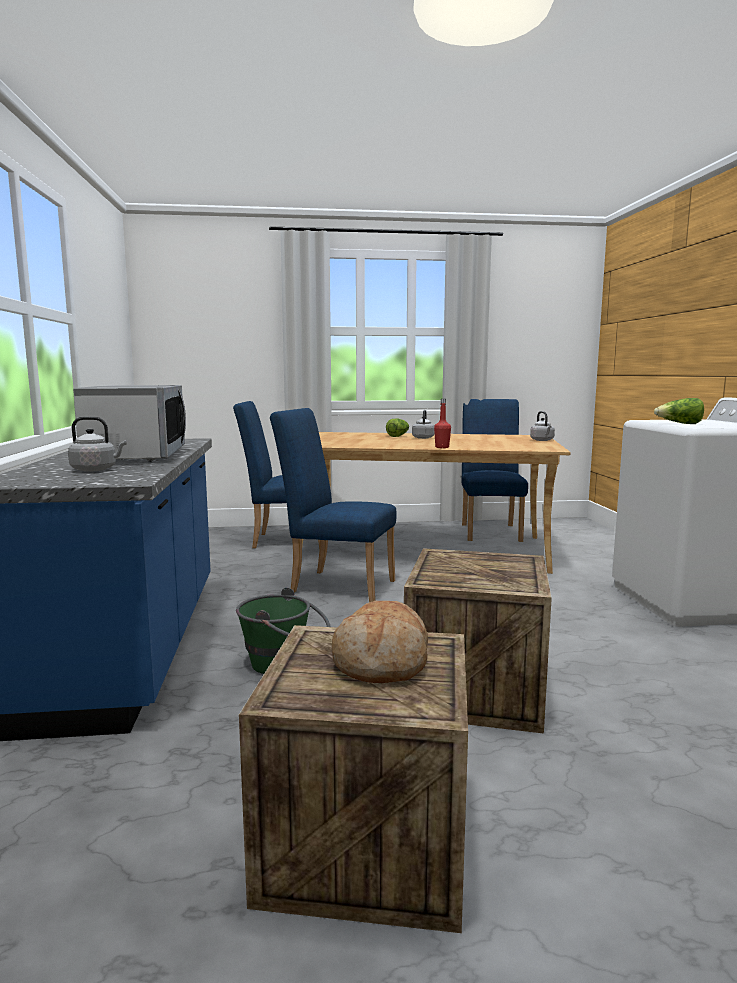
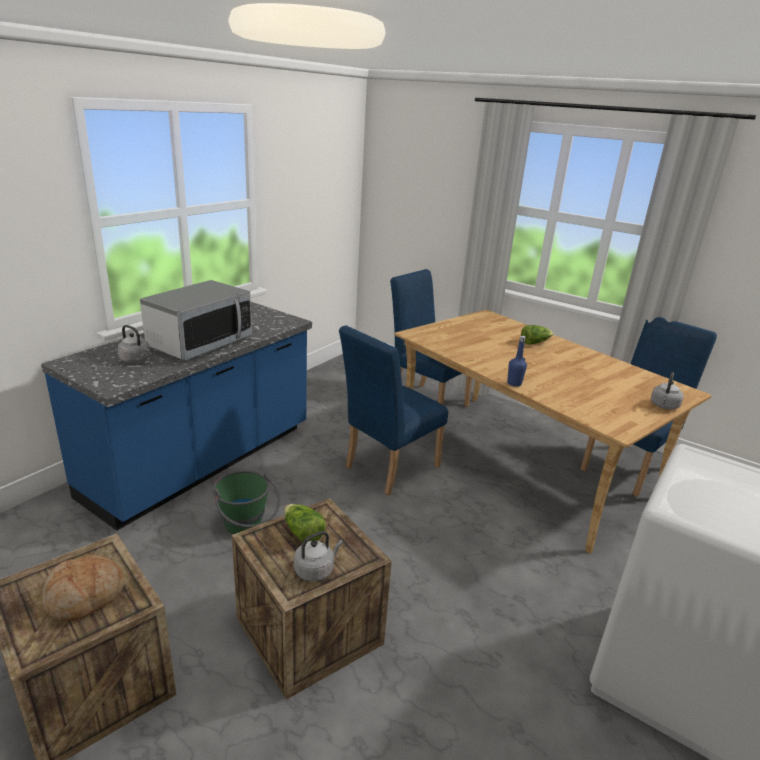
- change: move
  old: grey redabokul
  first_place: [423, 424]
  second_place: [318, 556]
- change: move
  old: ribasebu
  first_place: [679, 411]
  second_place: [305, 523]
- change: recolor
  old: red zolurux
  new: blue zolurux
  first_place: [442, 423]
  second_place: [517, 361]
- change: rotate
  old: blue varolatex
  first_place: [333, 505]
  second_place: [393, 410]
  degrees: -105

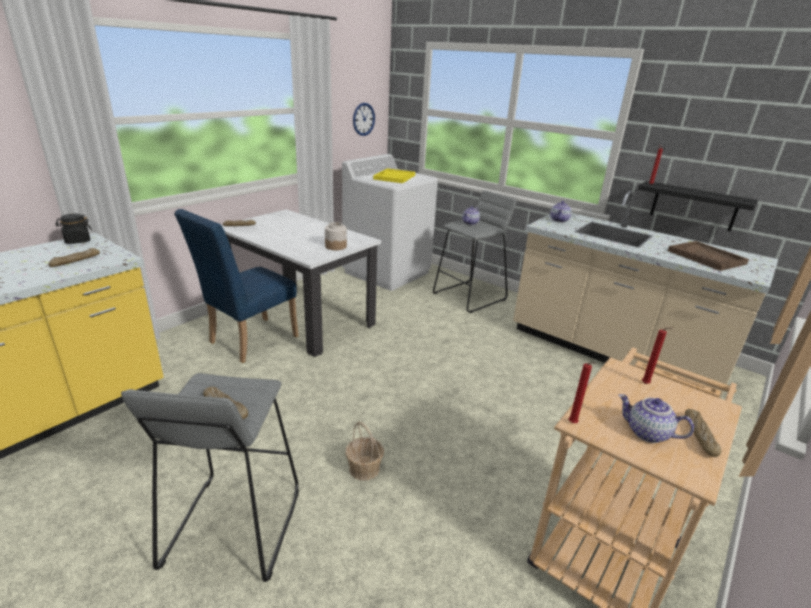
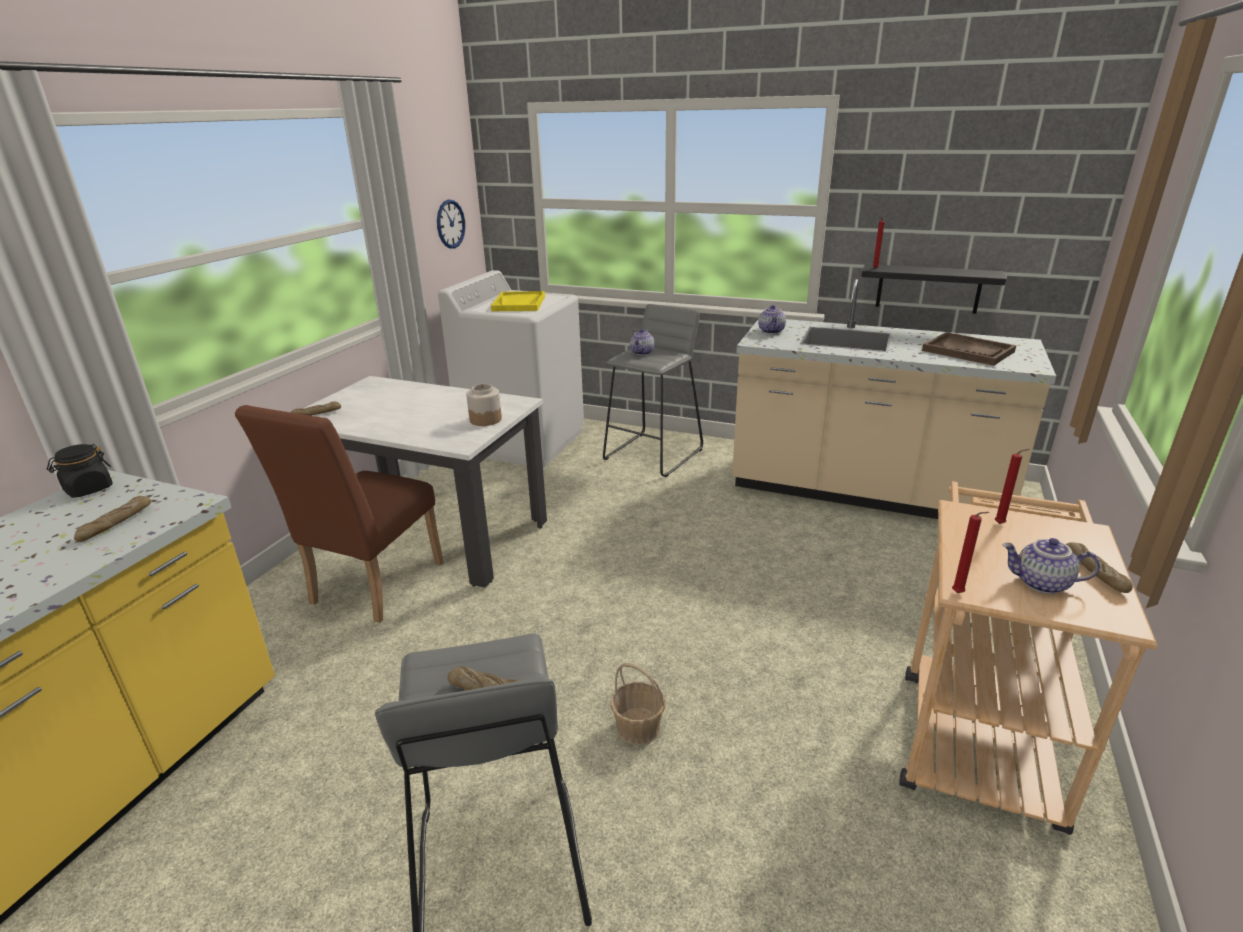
- change: recolor
  old: blue varolatex
  new: brown varolatex
  first_place: [236, 286]
  second_place: [339, 514]

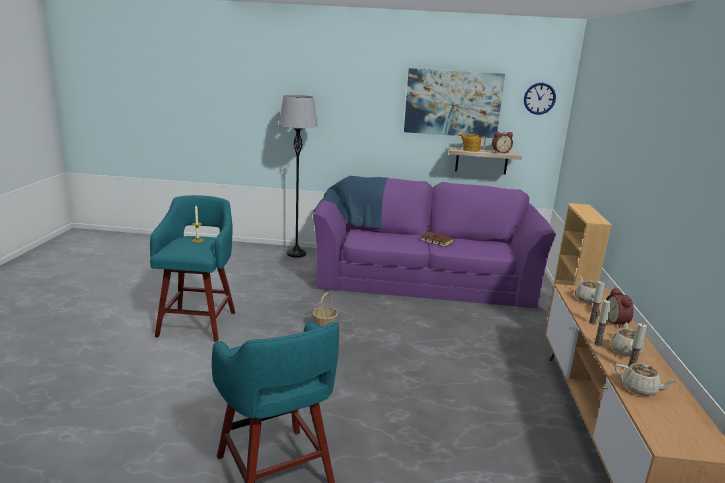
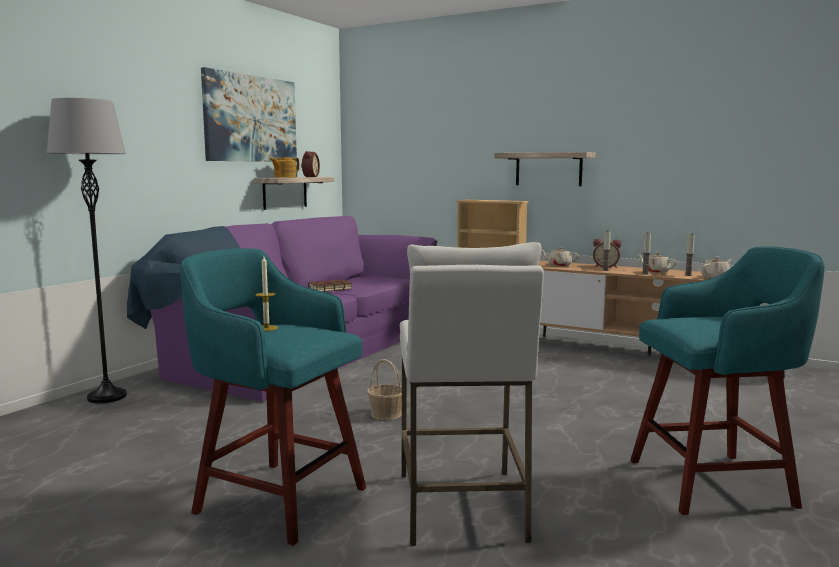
- change: delete
  old: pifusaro
  first_place: [540, 99]
- change: insert
  new: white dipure
  second_place: [472, 394]
- change: insert
  new: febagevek
  second_place: [544, 169]

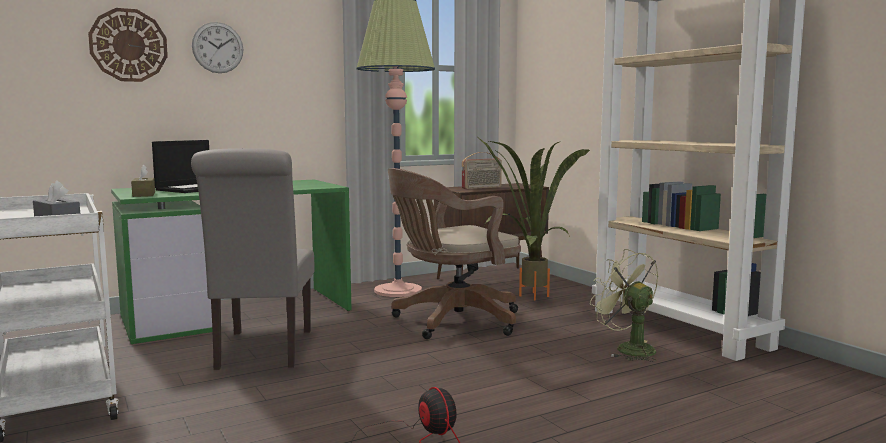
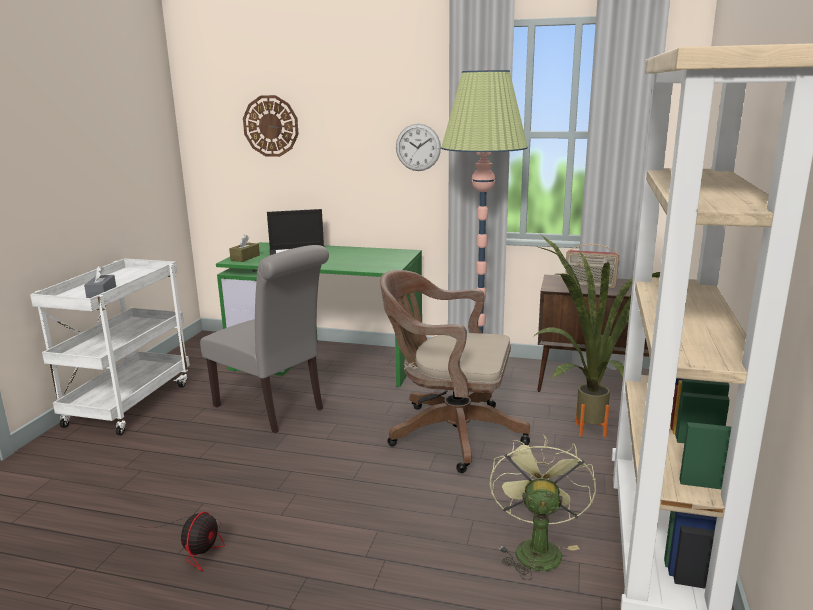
- change: move
  old: pifusaro
  first_place: [217, 47]
  second_place: [418, 147]
- change: rotate
  old: grey varolatex
  first_place: [253, 259]
  second_place: [264, 339]
  degrees: -90

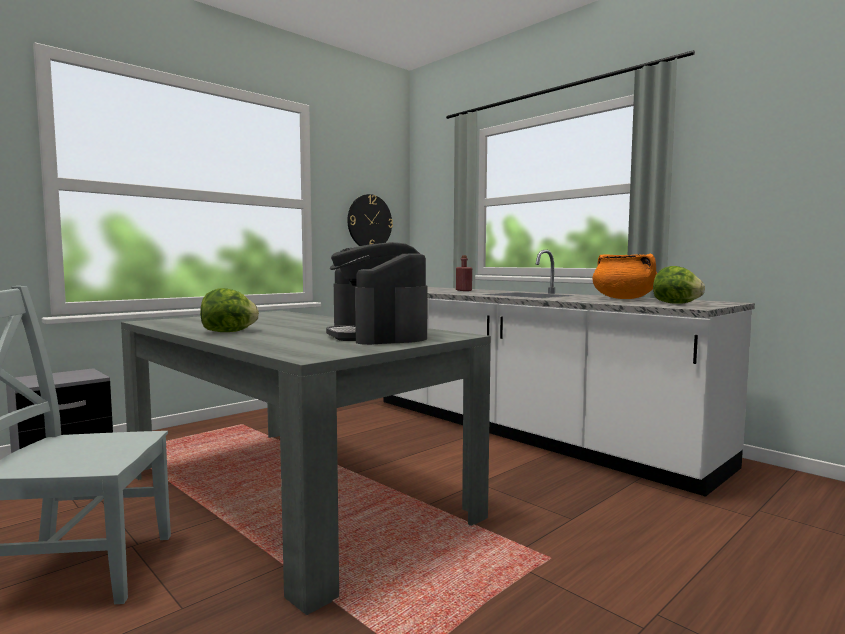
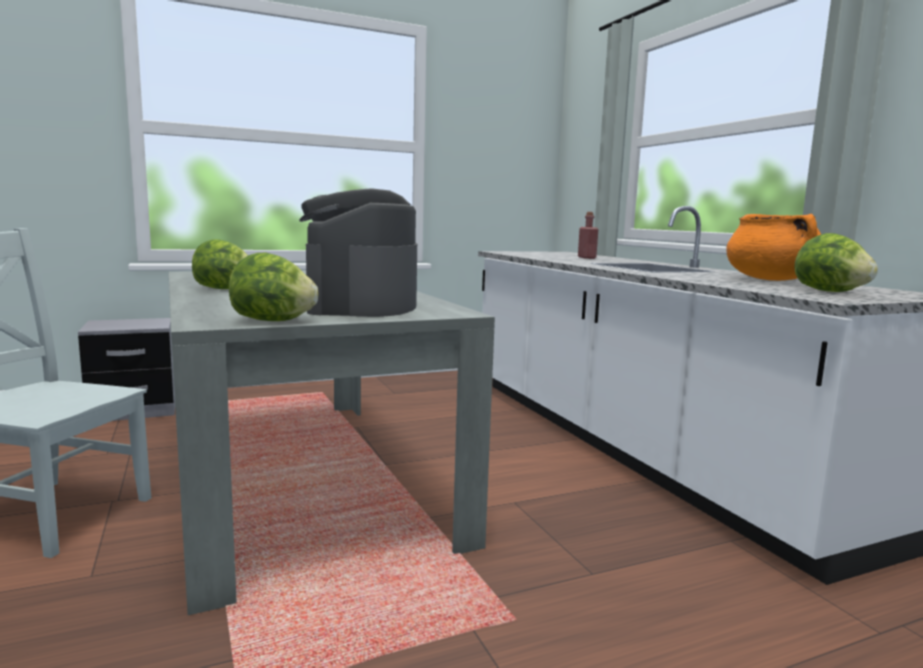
- change: delete
  old: pifusaro
  first_place: [370, 220]
- change: insert
  new: ribasebu
  second_place: [273, 287]

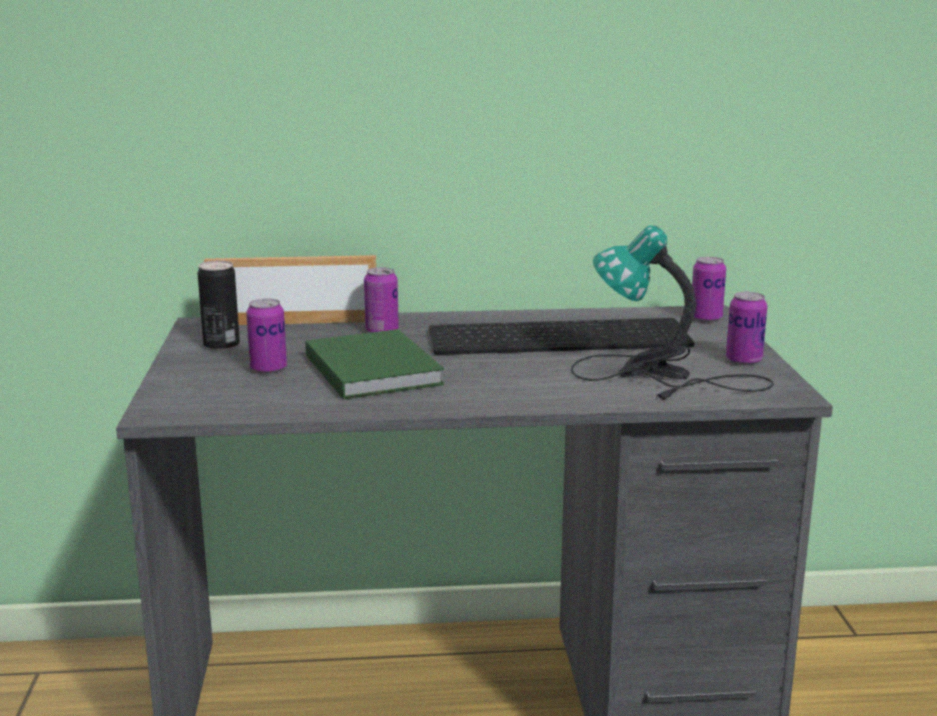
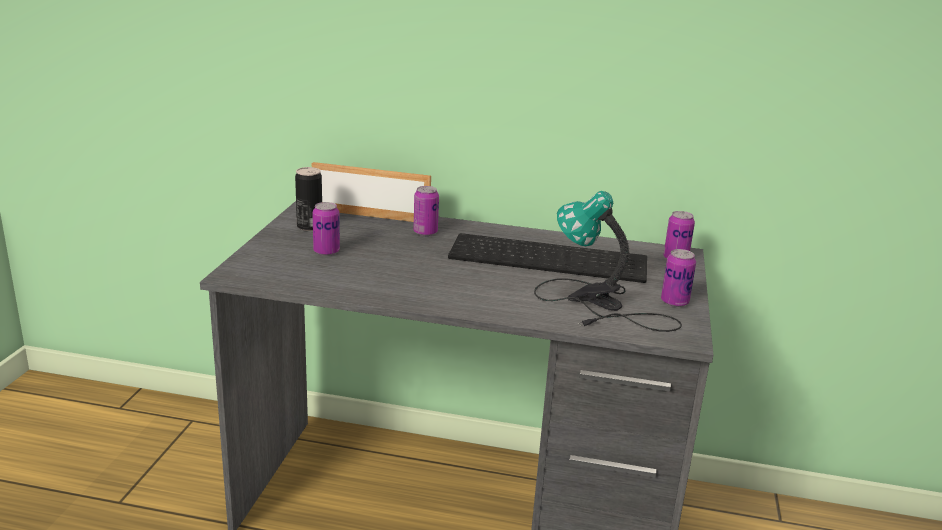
- change: delete
  old: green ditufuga
  first_place: [374, 364]

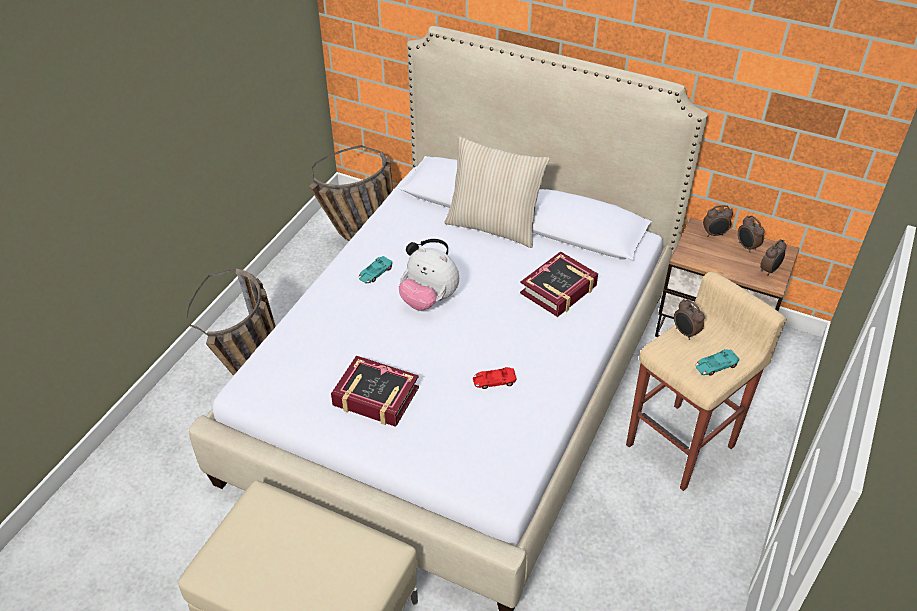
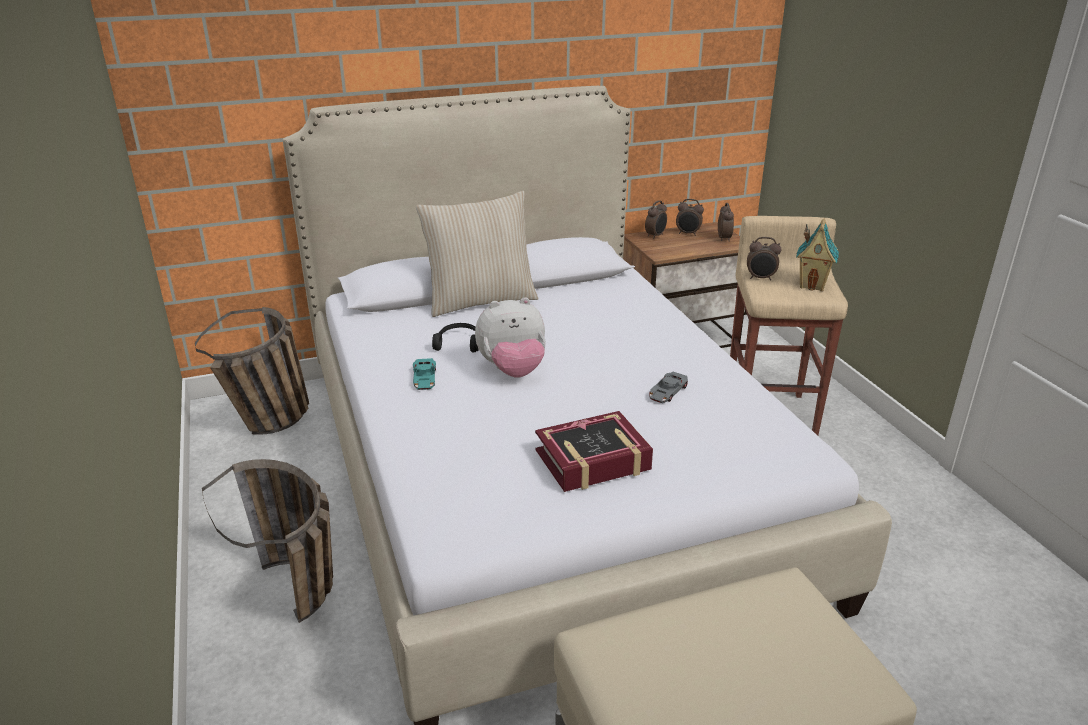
- change: delete
  old: ditufuga
  first_place: [559, 284]
- change: replace
  old: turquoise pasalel
  new: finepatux
  first_place: [717, 362]
  second_place: [817, 255]
- change: recolor
  old: red pasalel
  new: grey pasalel
  first_place: [495, 378]
  second_place: [668, 387]

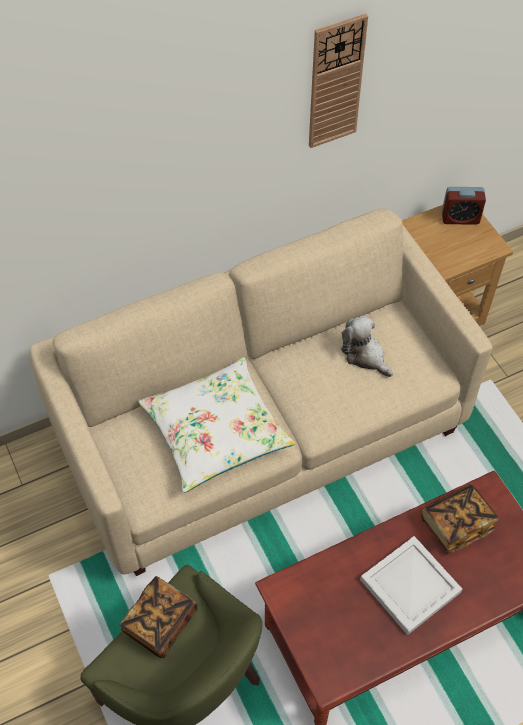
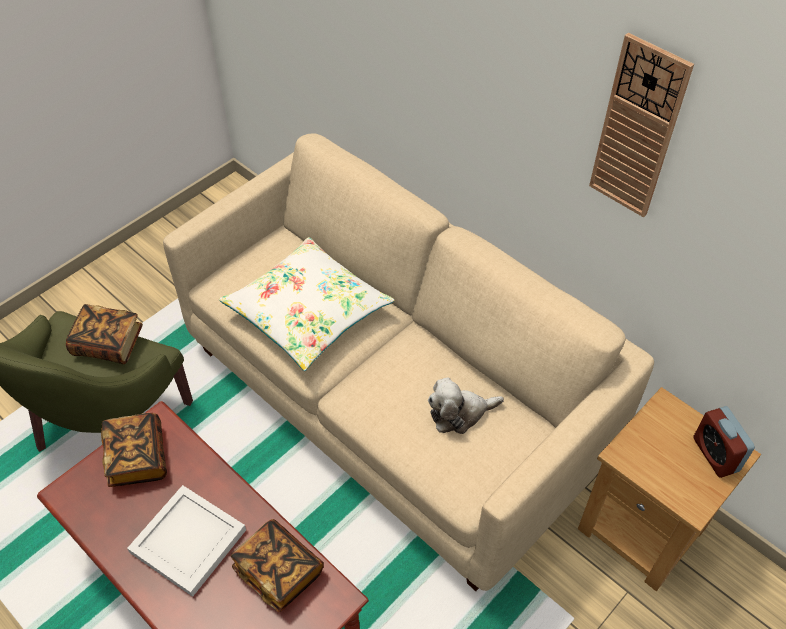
- change: insert
  new: ditufuga
  second_place: [134, 450]
- change: rotate
  old: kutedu
  first_place: [367, 346]
  second_place: [466, 405]
  degrees: -135

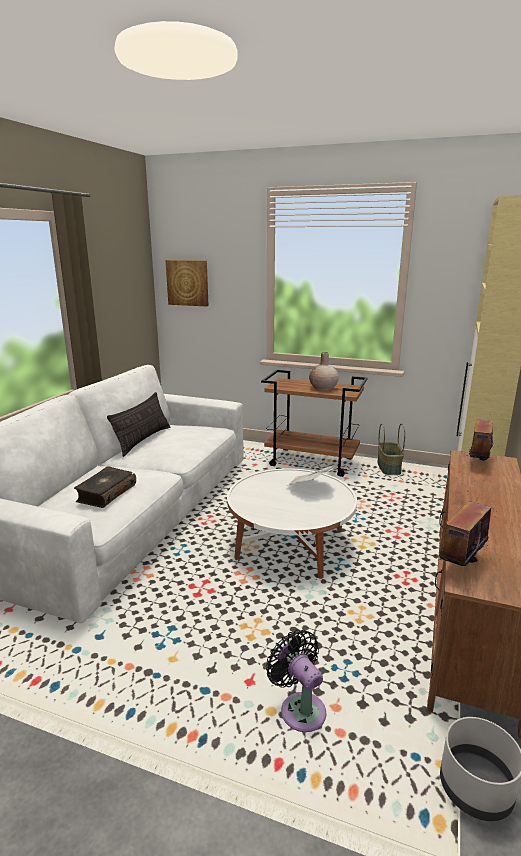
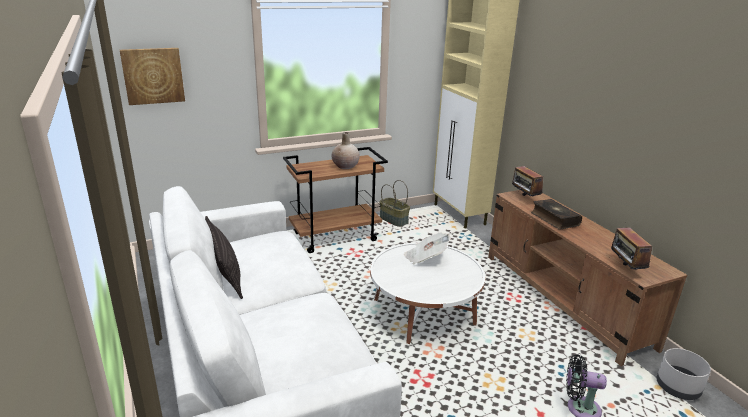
- change: move
  old: ditufuga
  first_place: [105, 487]
  second_place: [556, 214]

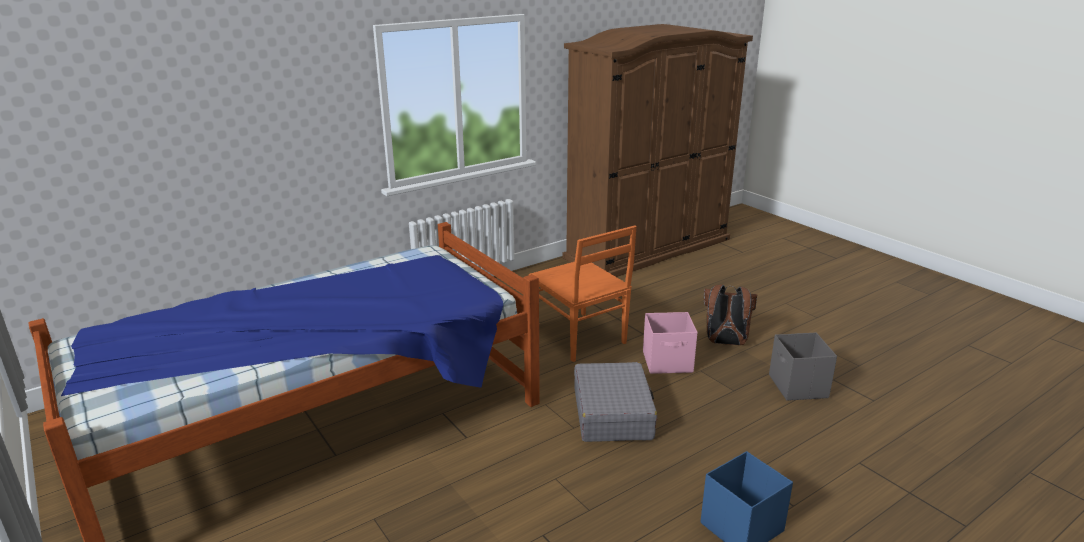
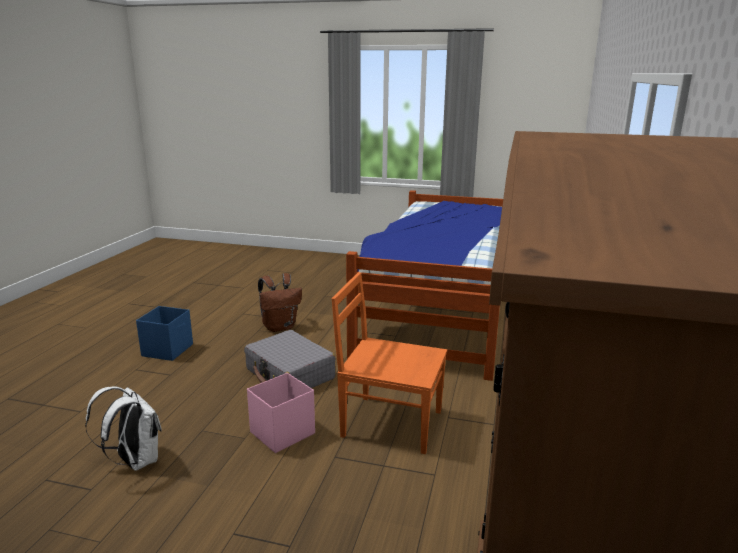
- change: move
  old: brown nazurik
  first_place: [730, 315]
  second_place: [280, 302]
- change: replace
  old: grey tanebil
  new: white nazurik
  first_place: [803, 366]
  second_place: [123, 428]

